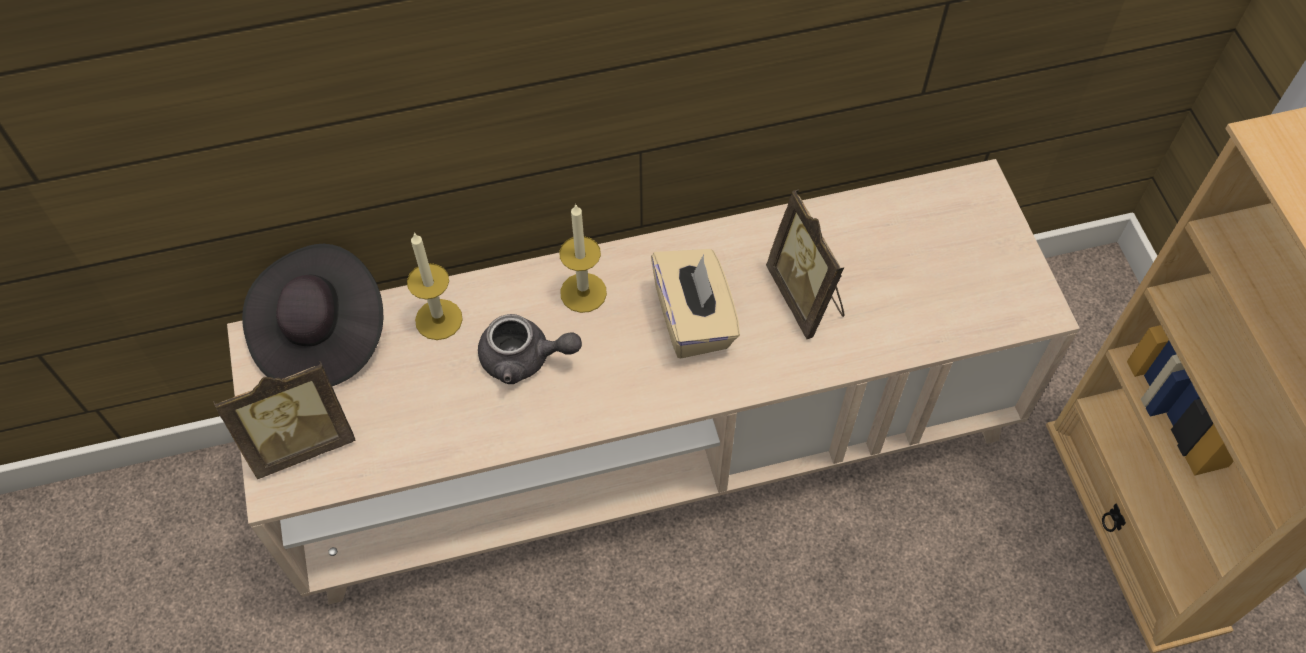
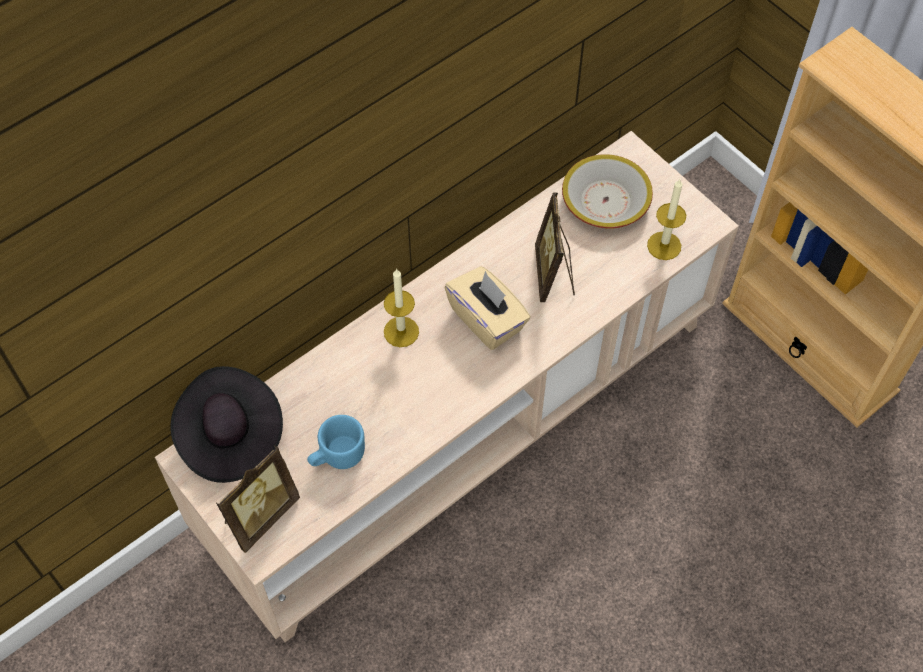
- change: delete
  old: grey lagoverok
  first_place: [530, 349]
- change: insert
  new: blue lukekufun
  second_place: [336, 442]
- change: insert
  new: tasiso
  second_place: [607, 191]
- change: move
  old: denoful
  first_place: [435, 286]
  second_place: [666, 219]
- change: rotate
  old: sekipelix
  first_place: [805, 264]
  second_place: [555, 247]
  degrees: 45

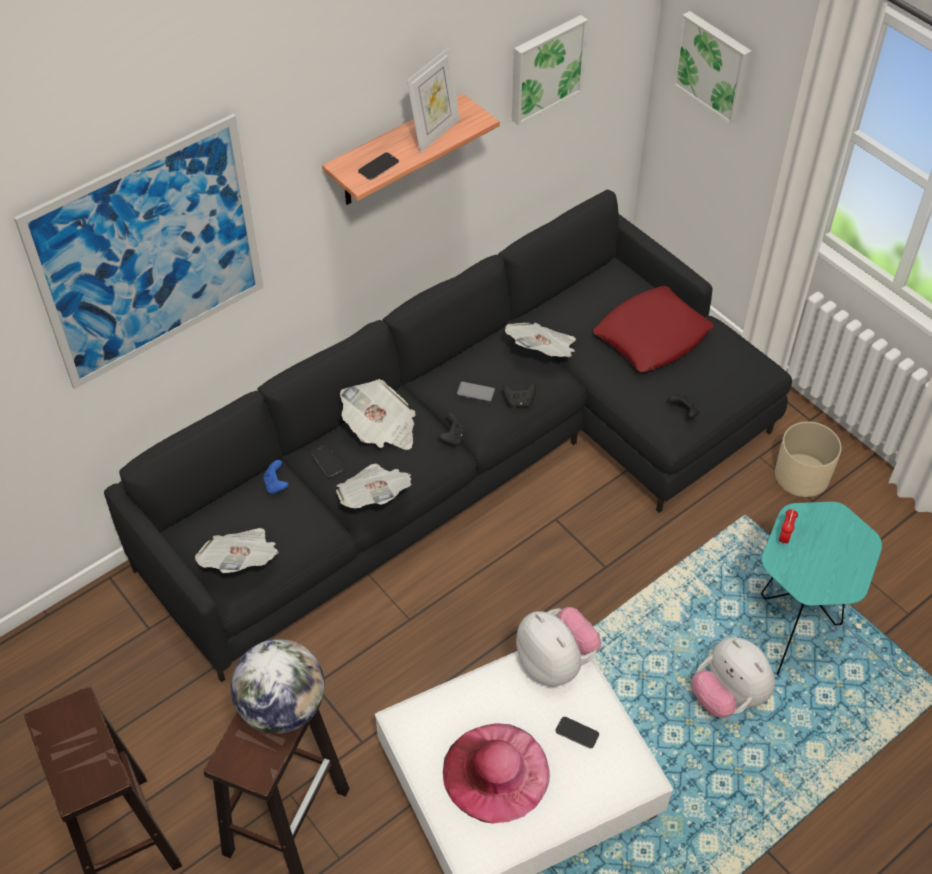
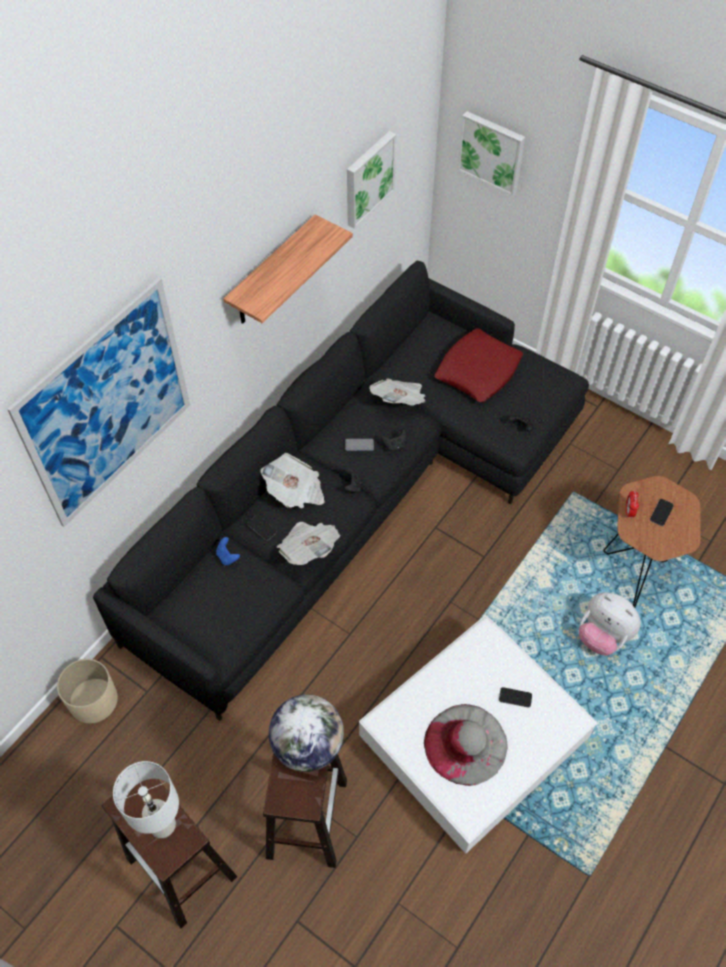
- change: delete
  old: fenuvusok
  first_place: [237, 550]
- change: delete
  old: sekipelix
  first_place: [433, 100]
- change: delete
  old: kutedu
  first_place: [558, 646]
- change: insert
  new: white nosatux
  second_place: [146, 799]
- change: move
  old: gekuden
  first_place: [378, 166]
  second_place: [662, 512]
- change: move
  old: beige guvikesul
  first_place: [808, 459]
  second_place: [87, 691]
- change: recolor
  old: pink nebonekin
  new: grey nebonekin
  first_place: [496, 773]
  second_place: [466, 745]
- change: recolor
  old: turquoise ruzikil
  new: brown ruzikil
  first_place: [821, 588]
  second_place: [652, 541]

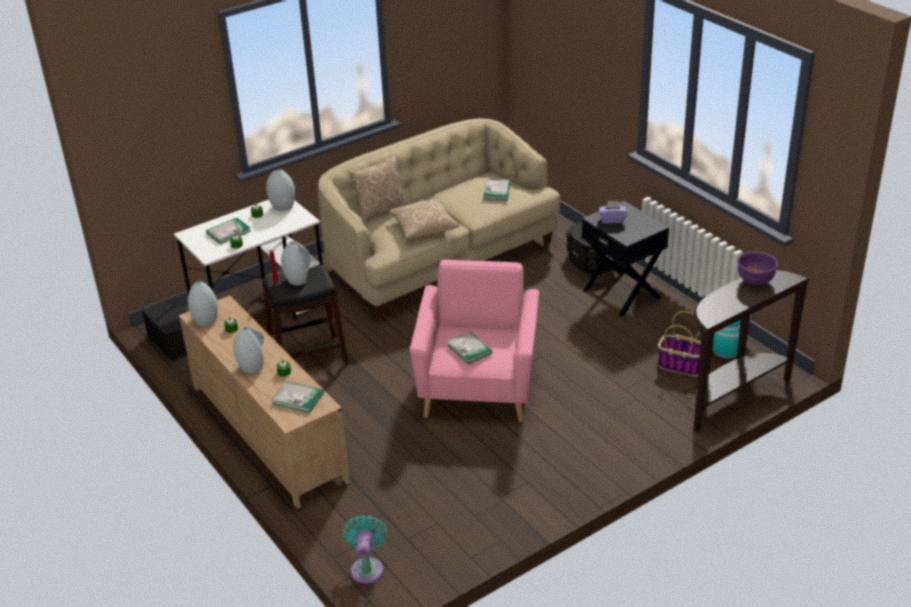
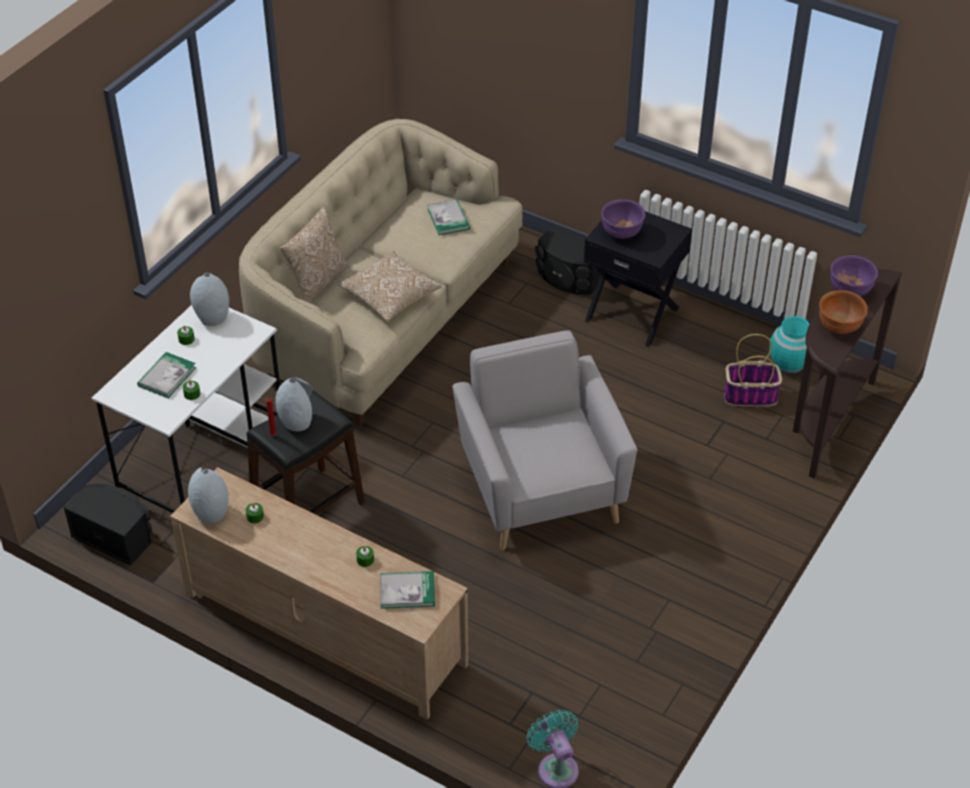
- change: delete
  old: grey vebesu
  first_place: [248, 349]
- change: delete
  old: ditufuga
  first_place: [469, 347]
- change: insert
  new: brown tasiso
  second_place: [843, 312]
- change: replace
  old: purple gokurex
  new: purple tasiso
  first_place: [613, 212]
  second_place: [623, 219]
- change: recolor
  old: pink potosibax
  new: grey potosibax
  first_place: [474, 341]
  second_place: [544, 440]

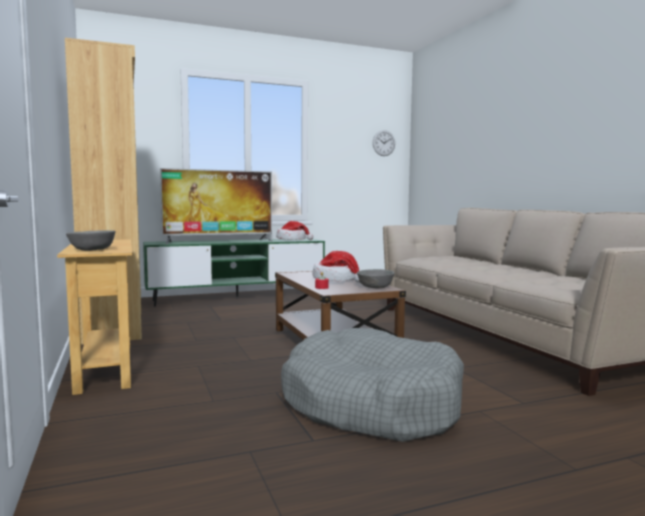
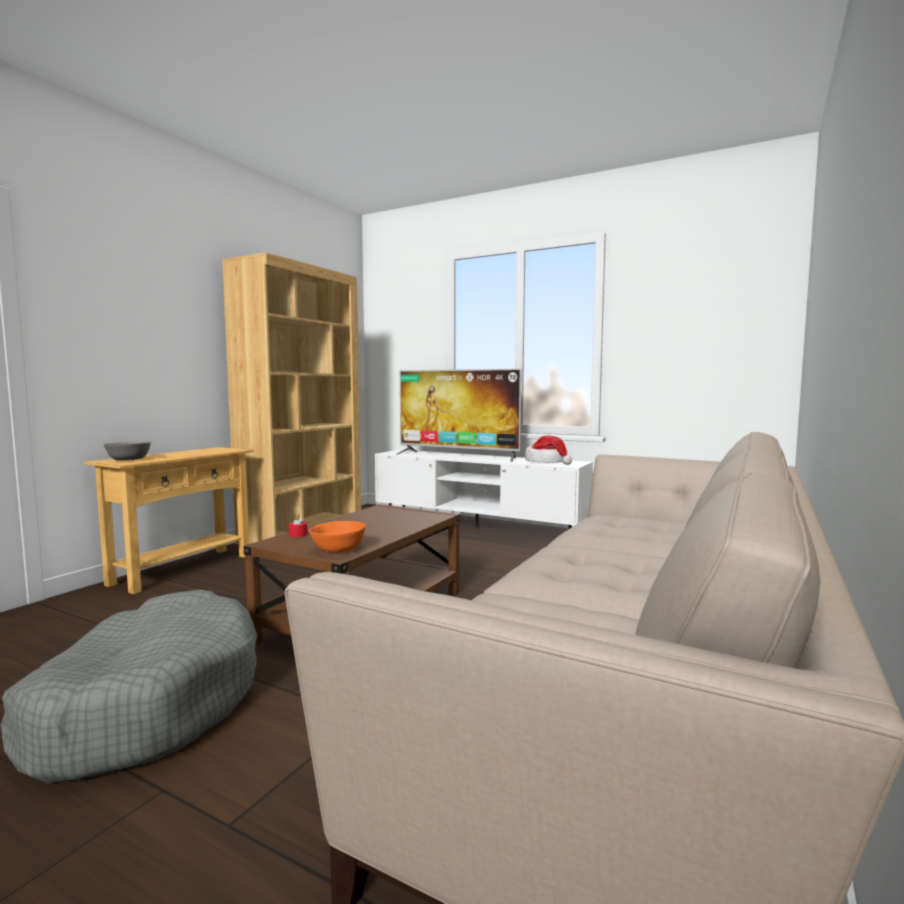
- change: delete
  old: nebonekin
  first_place: [336, 267]
- change: delete
  old: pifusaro
  first_place: [384, 143]
- change: recolor
  old: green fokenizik
  new: white fokenizik
  first_place: [234, 272]
  second_place: [484, 489]
- change: recolor
  old: grey tasiso
  new: orange tasiso
  first_place: [376, 278]
  second_place: [337, 537]

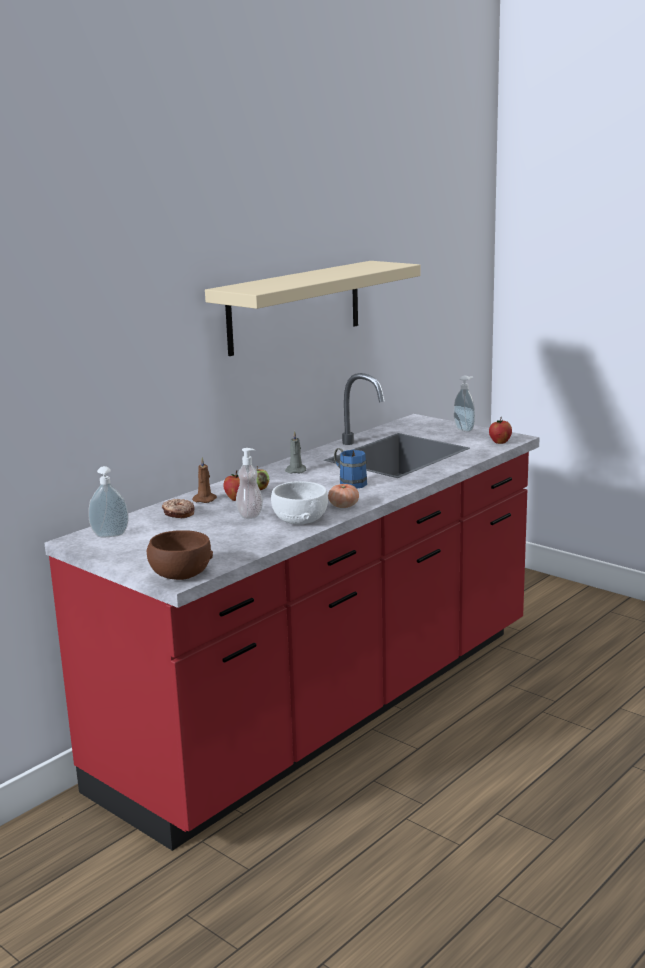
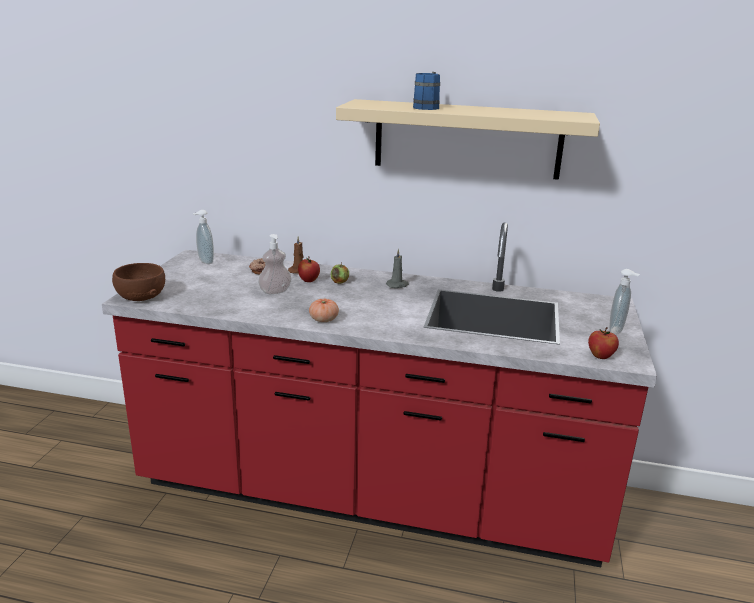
- change: delete
  old: white tasiso
  first_place: [299, 502]
- change: move
  old: blue lukekufun
  first_place: [350, 468]
  second_place: [426, 91]

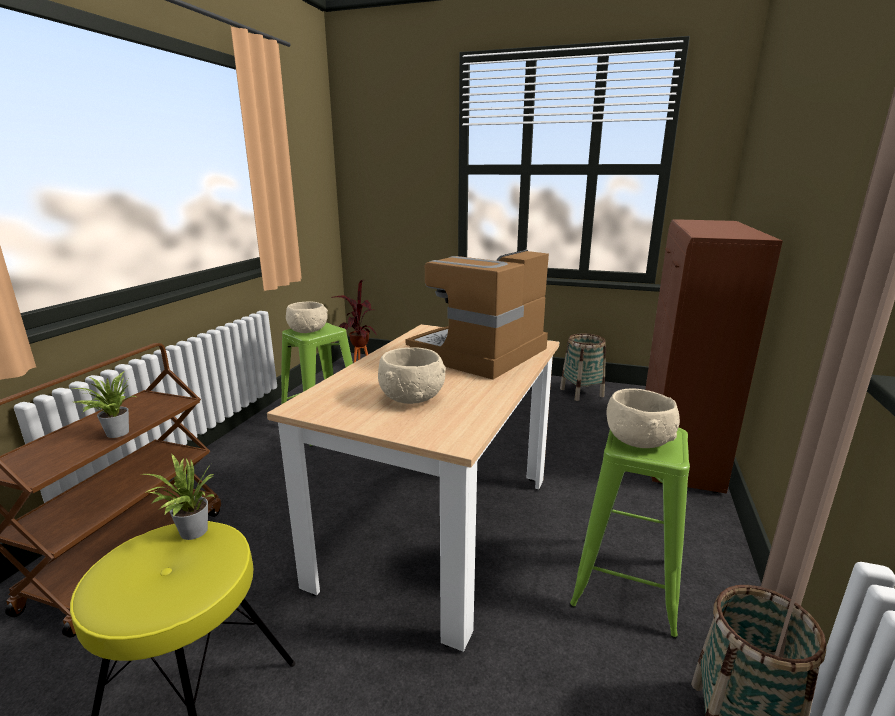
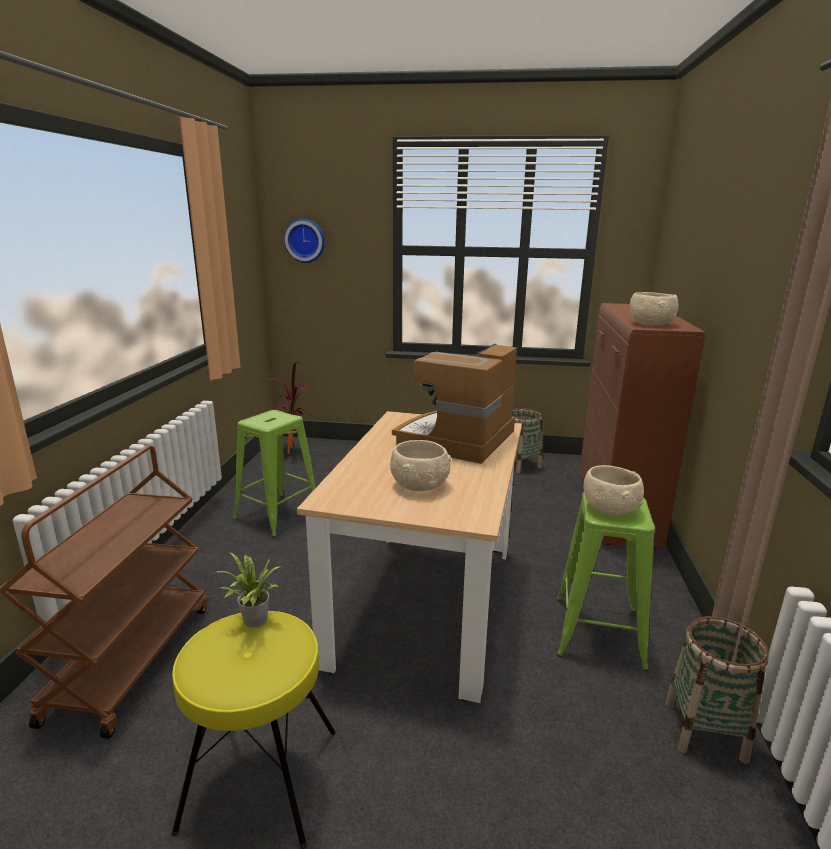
- change: delete
  old: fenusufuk
  first_place: [104, 404]
- change: insert
  new: pifusaro
  second_place: [304, 241]
- change: move
  old: beige tasiso
  first_place: [307, 317]
  second_place: [654, 309]

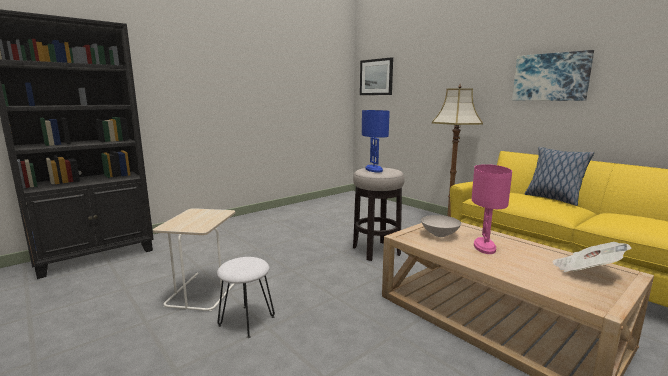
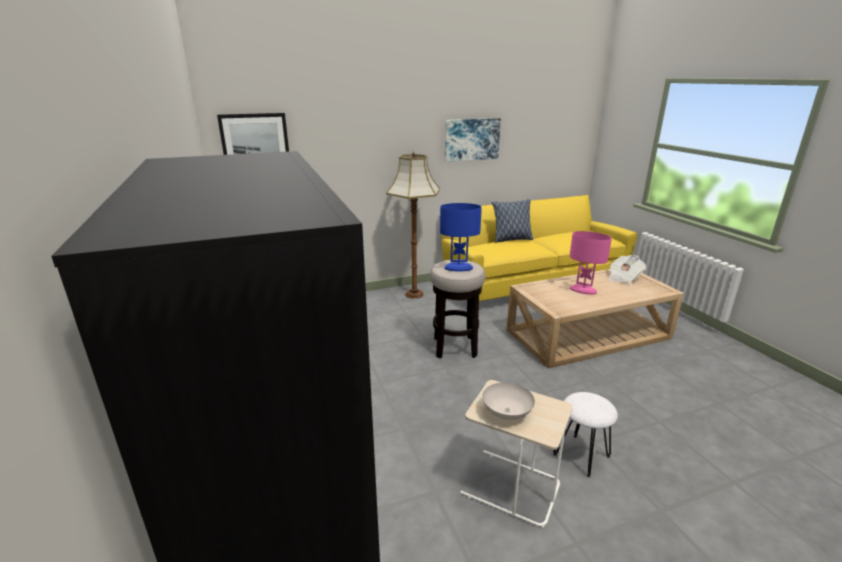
- change: move
  old: white tasiso
  first_place: [441, 226]
  second_place: [508, 401]

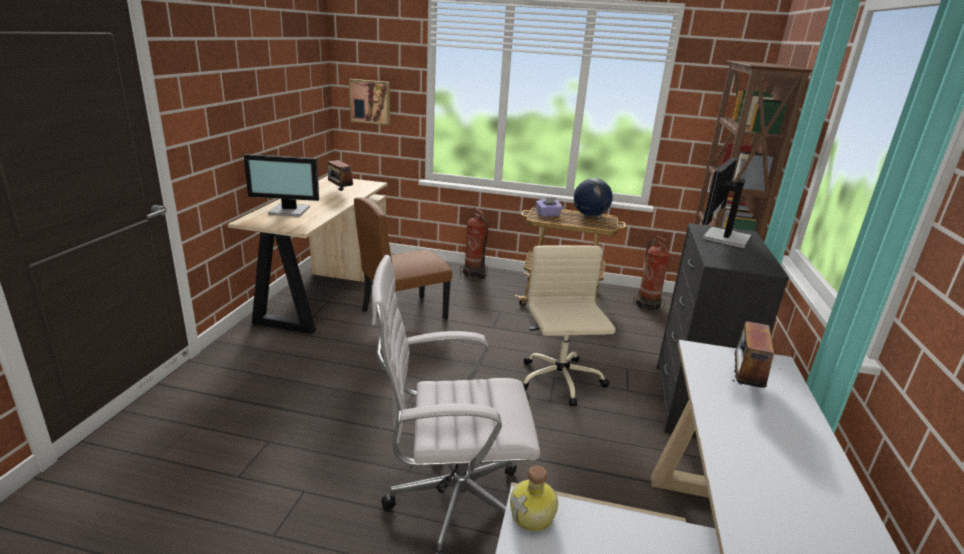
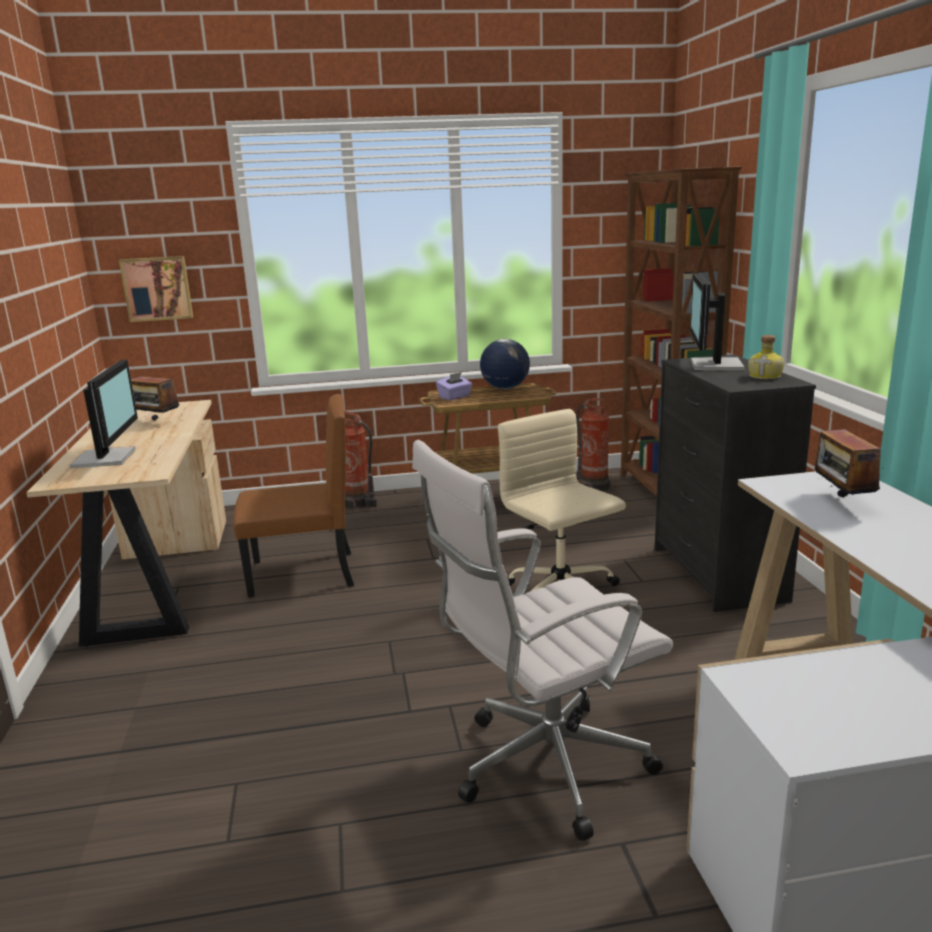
- change: move
  old: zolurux
  first_place: [534, 498]
  second_place: [766, 357]
- change: rotate
  old: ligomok
  first_place: [281, 185]
  second_place: [104, 414]
  degrees: -75
- change: rotate
  old: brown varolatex
  first_place: [403, 258]
  second_place: [294, 496]
  degrees: -135

